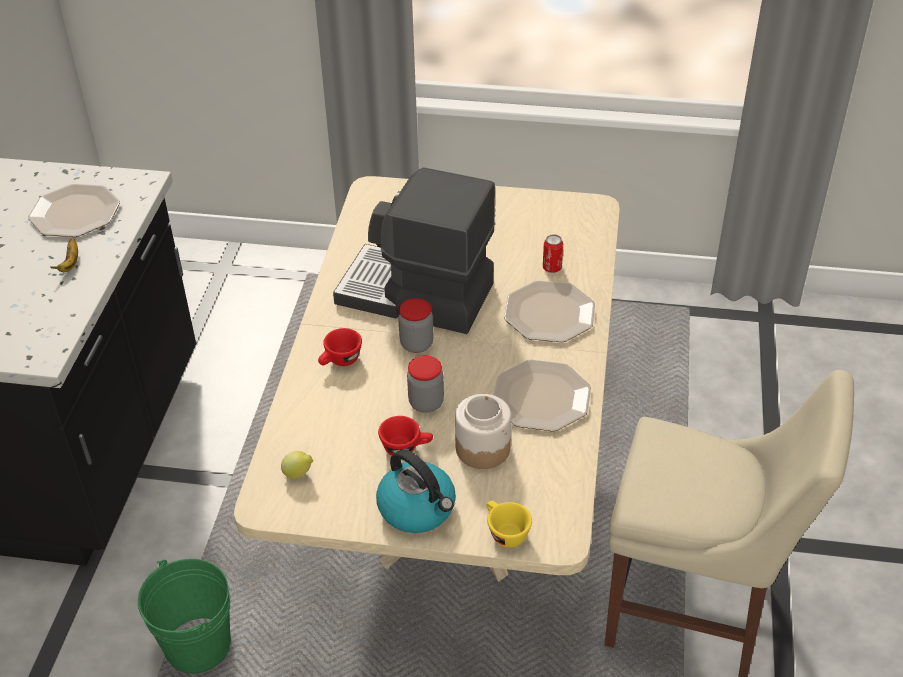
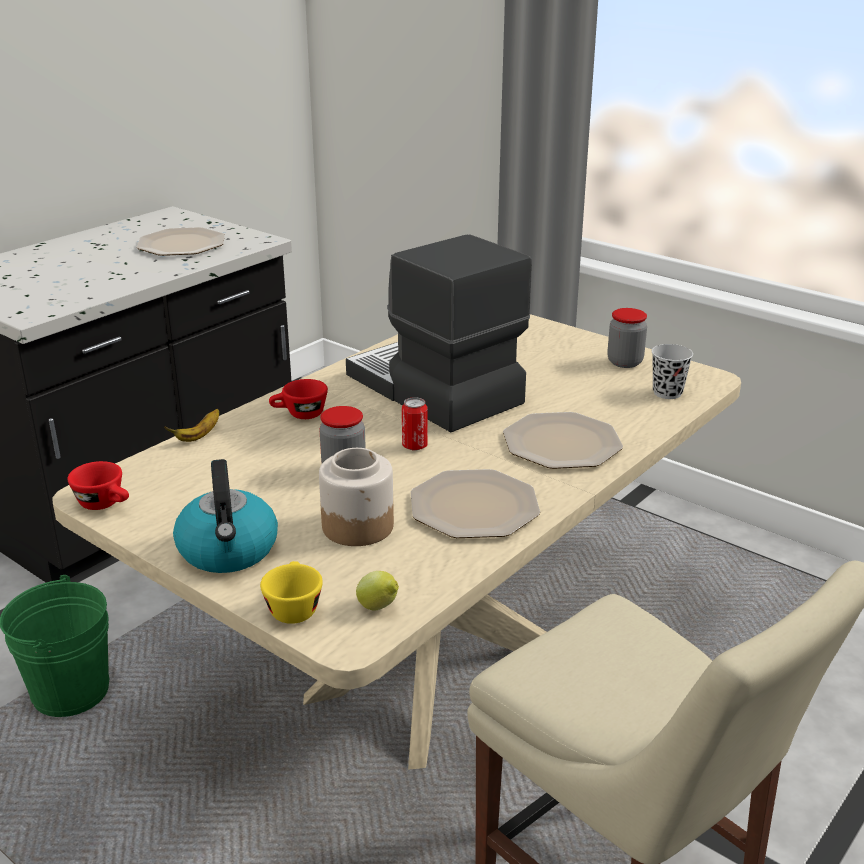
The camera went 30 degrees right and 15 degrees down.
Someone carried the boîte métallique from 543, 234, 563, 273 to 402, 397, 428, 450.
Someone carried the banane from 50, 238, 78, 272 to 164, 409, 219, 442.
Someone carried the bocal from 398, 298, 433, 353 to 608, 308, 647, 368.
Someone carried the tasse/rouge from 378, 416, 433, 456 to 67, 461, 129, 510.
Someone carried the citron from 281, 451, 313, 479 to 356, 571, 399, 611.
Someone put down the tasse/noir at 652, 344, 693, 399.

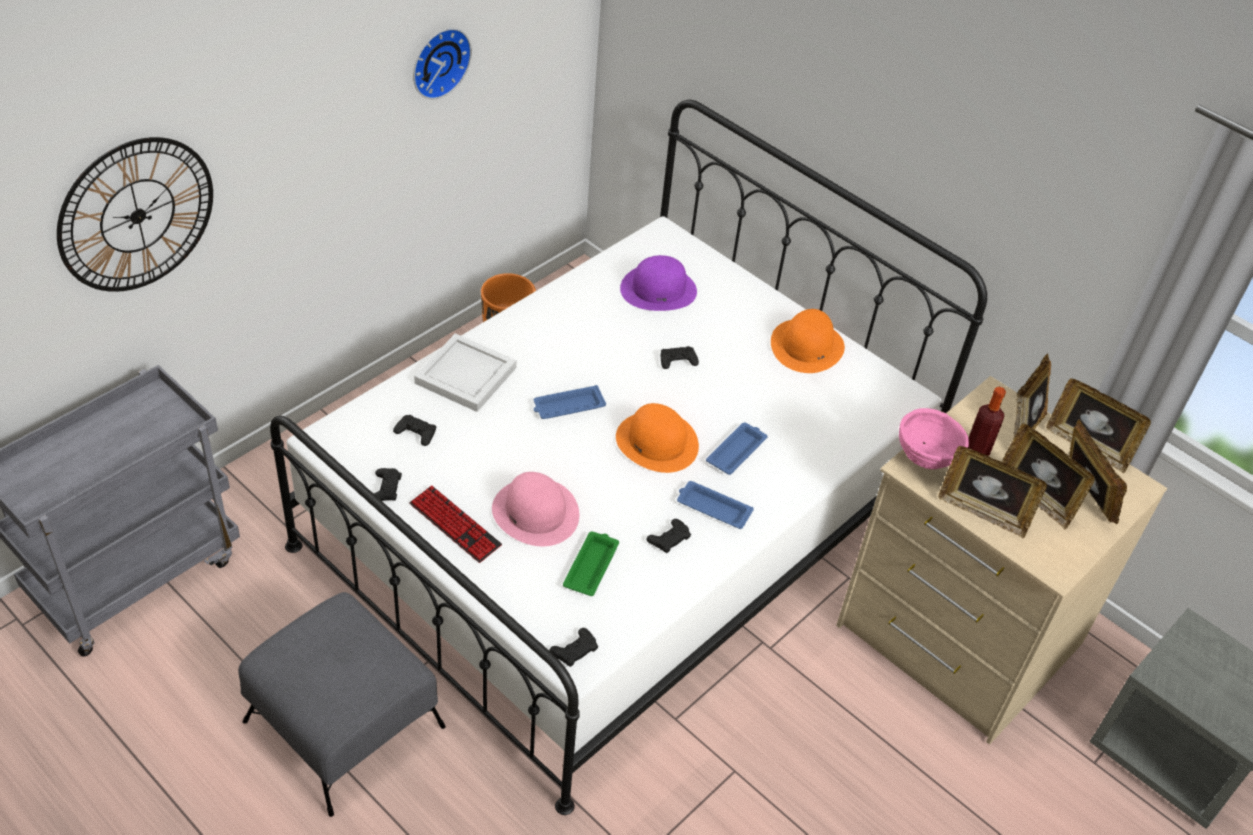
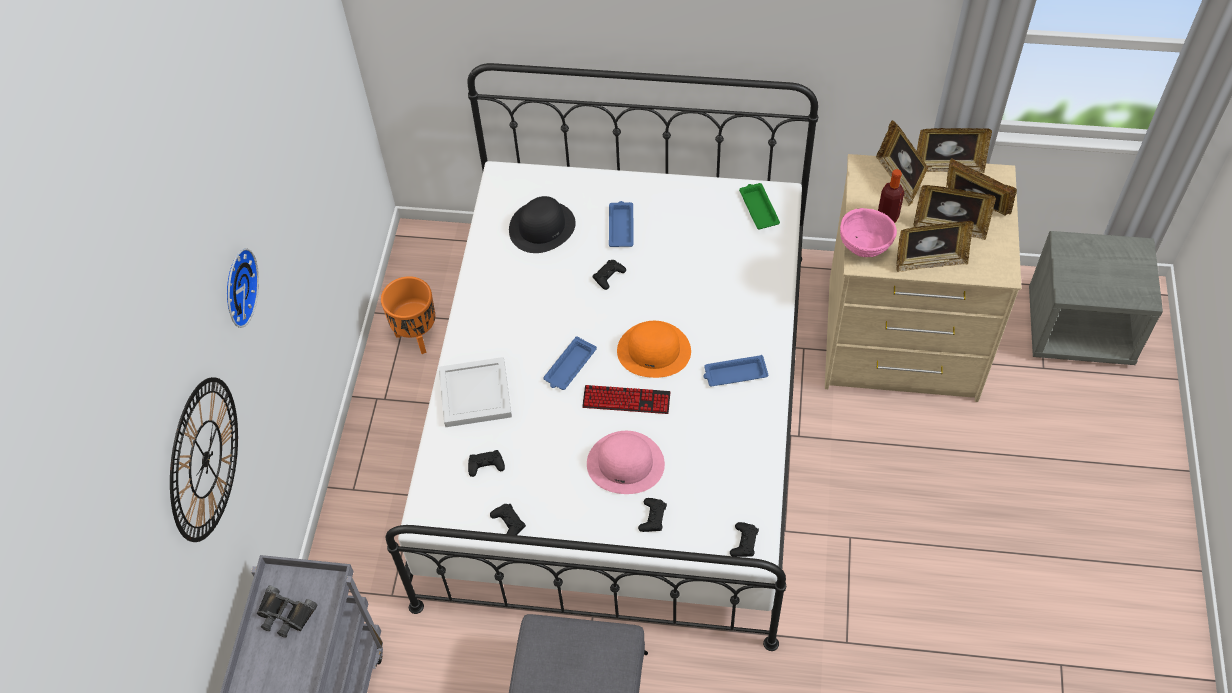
The camera went 30 degrees left and 10 degrees up.
Someone carried the horloge murale from 413, 28, 472, 99 to 227, 248, 259, 328.
Someone repainted the chapeau/violet at 620, 255, 697, 311, which became the chapeau/noir at 509, 196, 576, 253.
Someone took away the chapeau/orange at 771, 309, 845, 373.
Someone carried the plateau/bleu from 706, 422, 768, 475 to 609, 201, 633, 247.
Someone carried the clavier from 409, 485, 502, 563 to 582, 385, 670, 414.
Someone carried the manette/noir from 646, 519, 691, 553 to 638, 498, 667, 532.
Someone carried the plateau/vert from 563, 531, 619, 596 to 739, 183, 780, 229.
Someone put down the jumelles/noir at 257, 586, 318, 638.

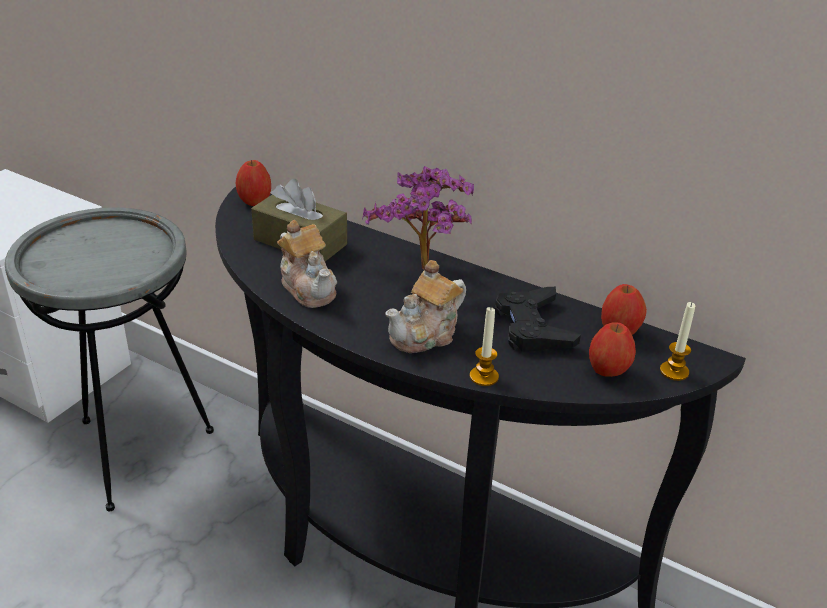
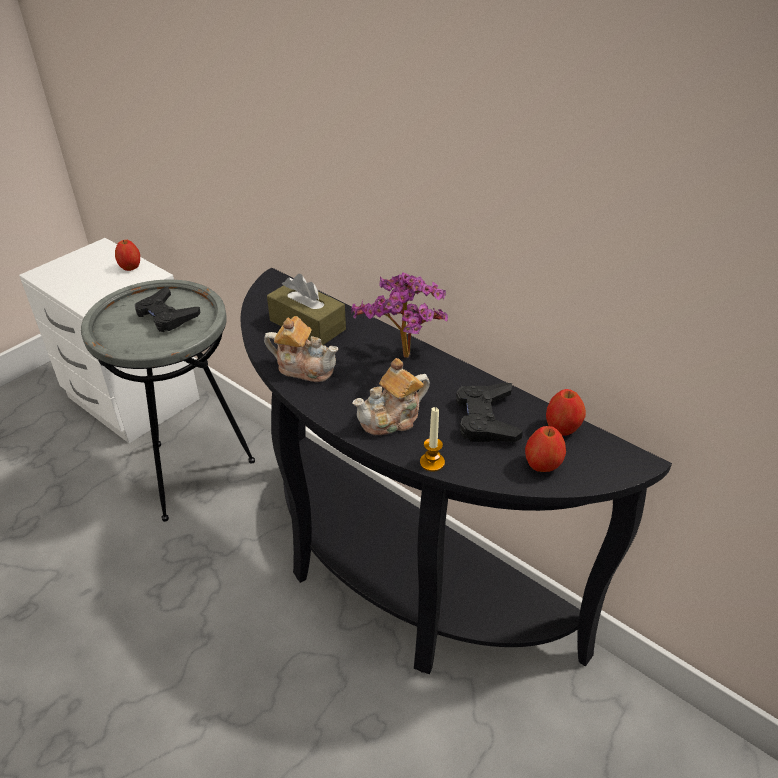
The camera went 10 degrees right and 5 degrees up.
Someone carried the pomme from 236, 160, 271, 206 to 115, 240, 140, 271.
Someone rotated the théière at 277, 220, 337, 308 by 45 degrees counterclockwise.
Someone took away the bougie at 660, 302, 695, 381.
Someone put down the manette/noir at 135, 286, 201, 332.

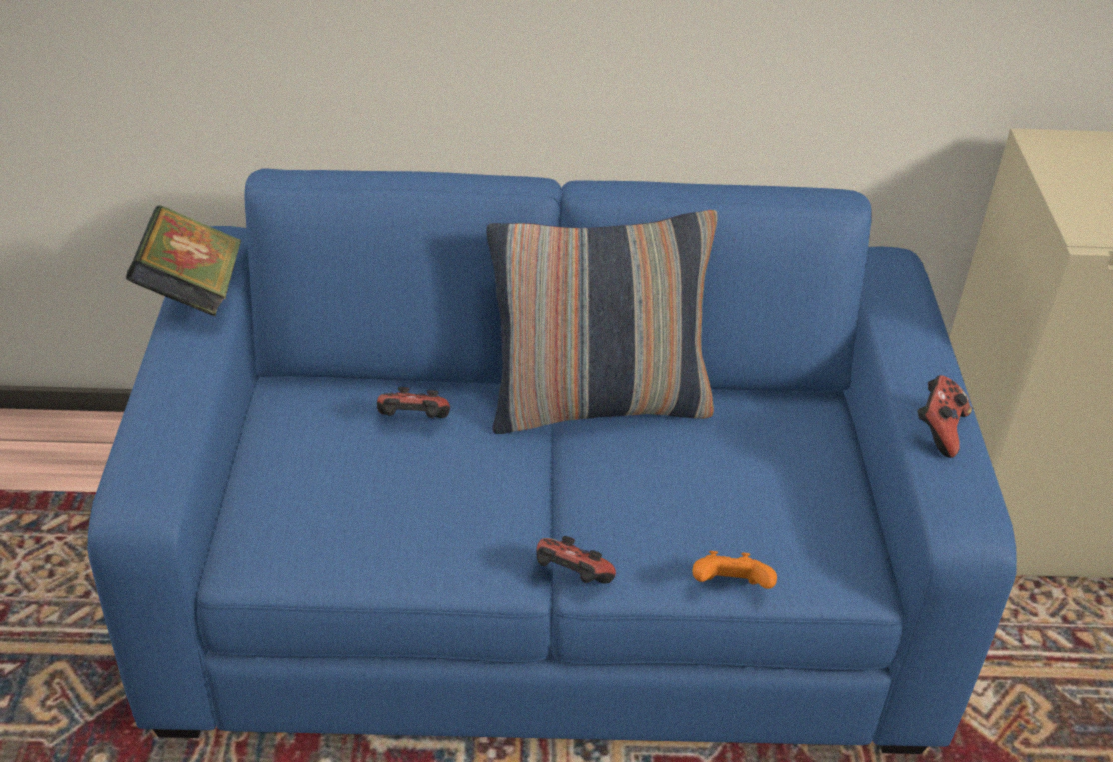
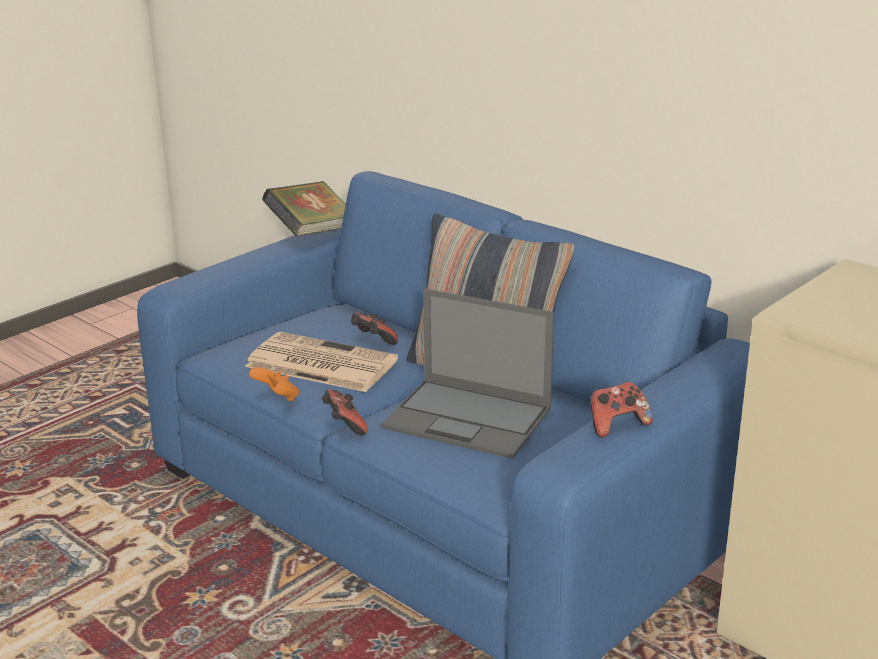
The camera went 45 degrees right and 15 degrees down.
Someone carried the manette/orange from 692, 551, 777, 589 to 249, 367, 299, 402.
Someone put down the ordinateur portable at 381, 289, 554, 459.
Someone put down the journal at 245, 332, 398, 392.

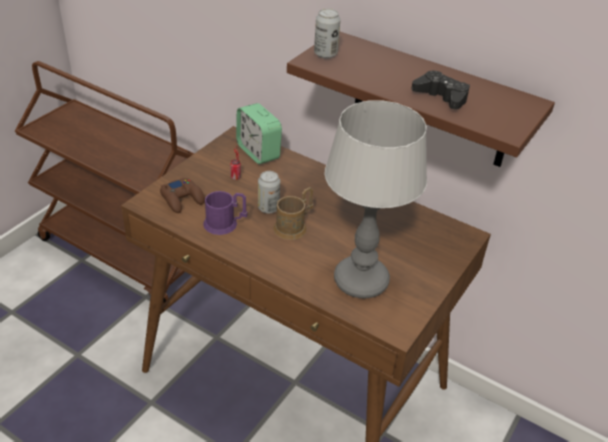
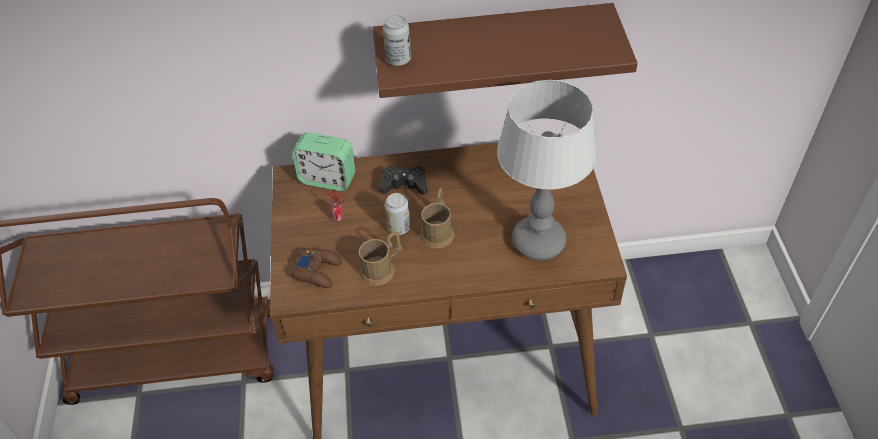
The camera went 35 degrees left and 10 degrees up.
Someone carried the manette/noir from 411, 71, 470, 110 to 379, 166, 428, 195.
Someone repainted the mug/violet at 203, 191, 247, 235, which became the mug/marron at 359, 232, 402, 286.

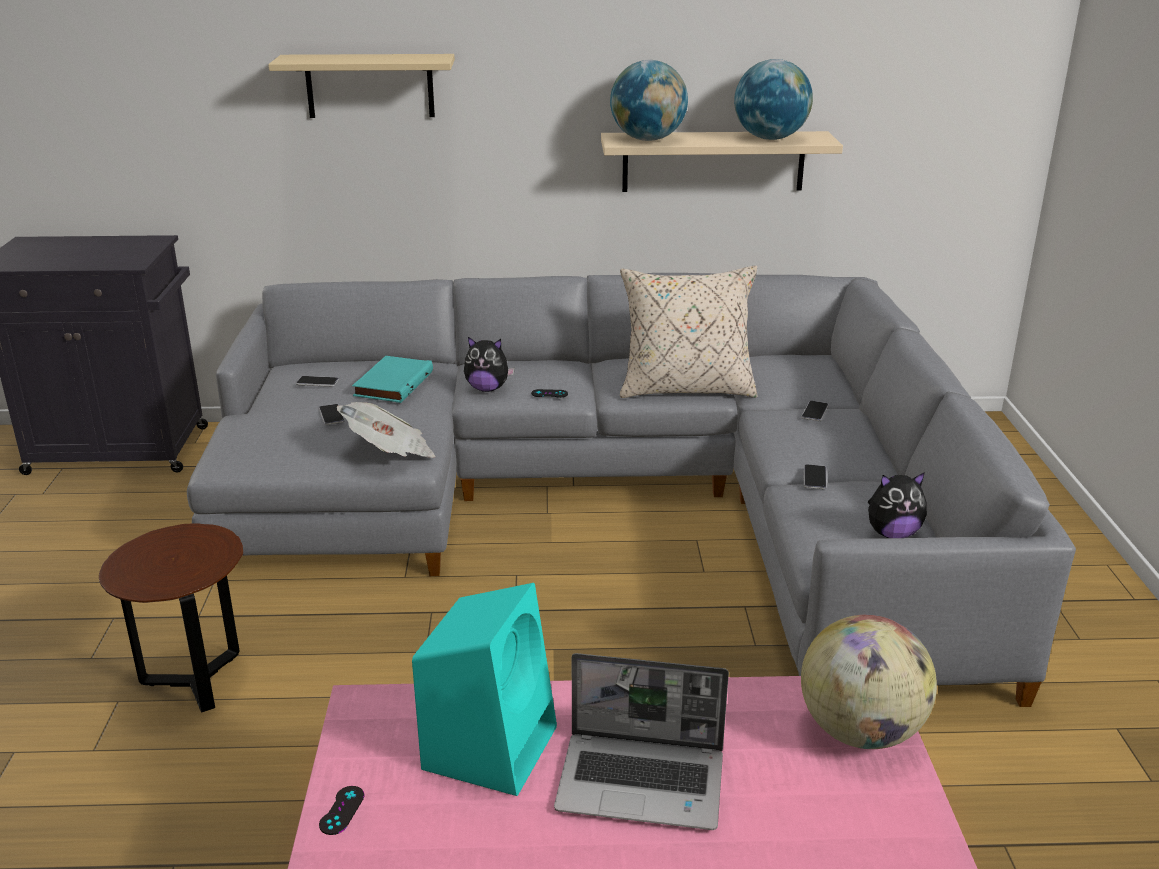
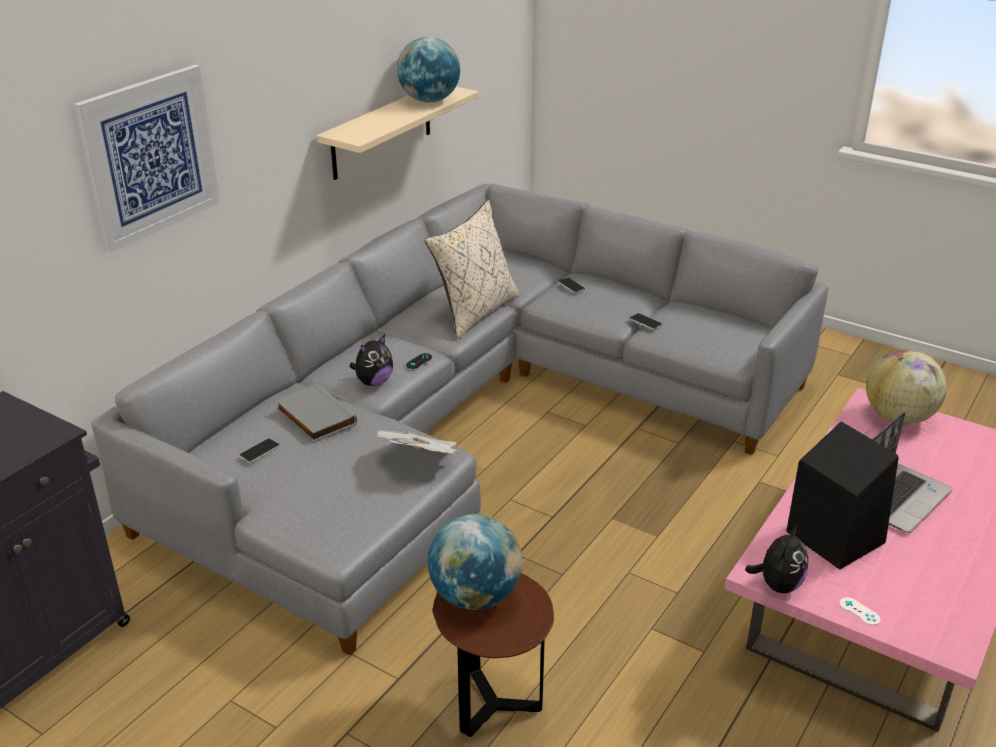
The camera went 55 degrees left and 5 degrees up.
Someone swapped the étagère/beige at 268, 54, 455, 118 for the tableau at 73, 65, 220, 253.
Someone carried the globe from 610, 60, 688, 141 to 428, 514, 522, 610.
Someone repainted the livre/turquoise at 352, 356, 433, 403, which became the livre/gris at 276, 384, 357, 442.
Someone took away the téléphone at 319, 404, 345, 425.
Someone carried the peluche from 868, 472, 927, 538 to 745, 525, 808, 593.
Someone repainted the enceinte/turquoise at 412, 583, 557, 796, which became the enceinte/noir at 786, 422, 899, 569.
Someone repainted the manette/noir at 319, 786, 364, 835, which became the manette/blanc at 840, 597, 881, 626.

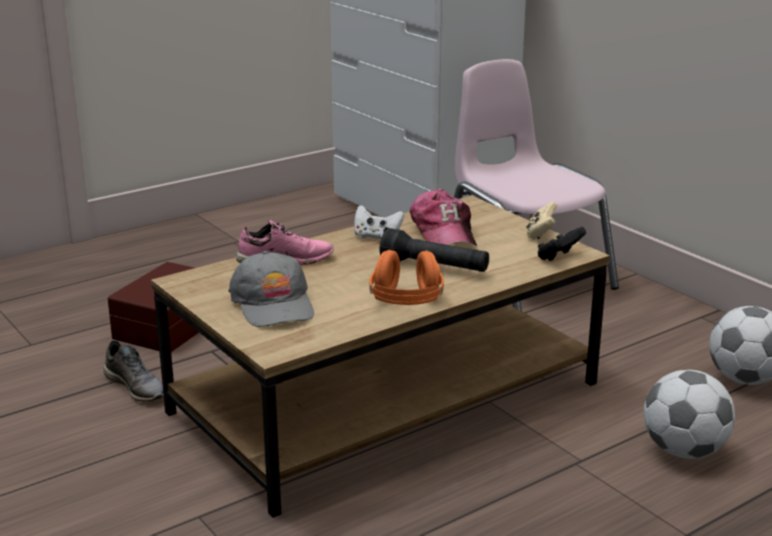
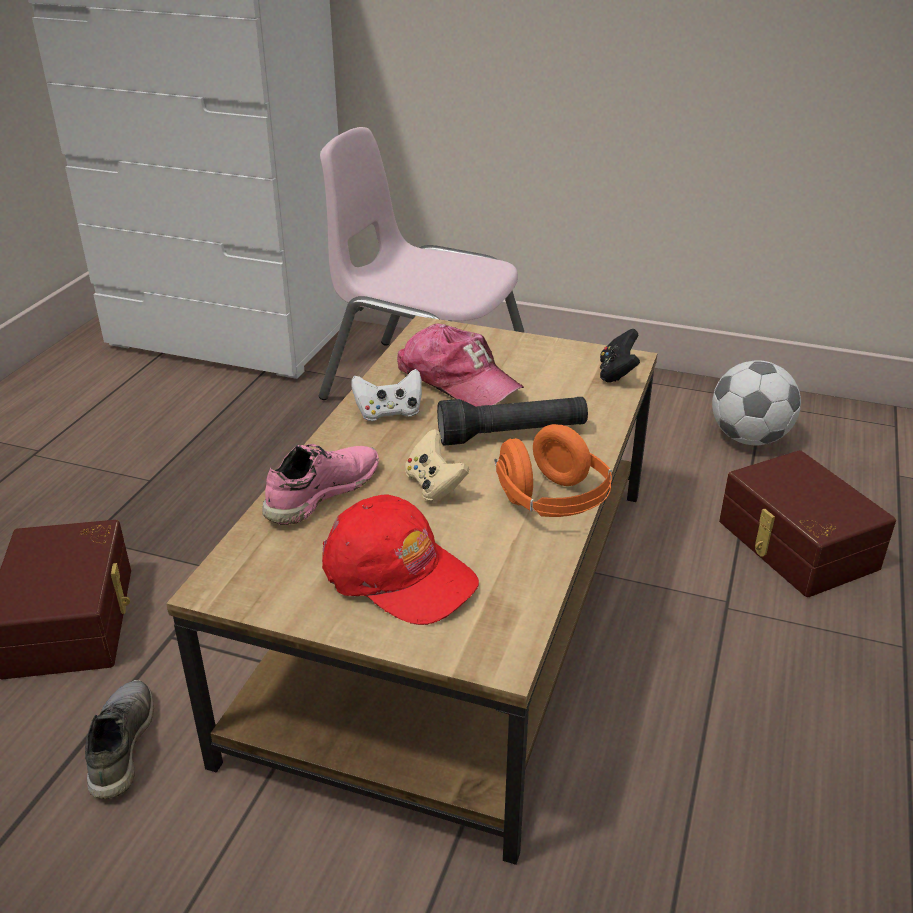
The camera went 35 degrees left and 10 degrees up.
Someone carried the manette/beige from 526, 202, 557, 239 to 405, 429, 469, 502.
Someone repainted the casquette/gris at 228, 251, 314, 327, which became the casquette/rouge at 322, 495, 479, 625.
Someone rotated the chaussure/gris at 103, 340, 164, 402 by 105 degrees counterclockwise.
Someone swapped the ballon de foot at 644, 370, 735, 459 for the boîte de rangement/marron at 719, 450, 896, 597.

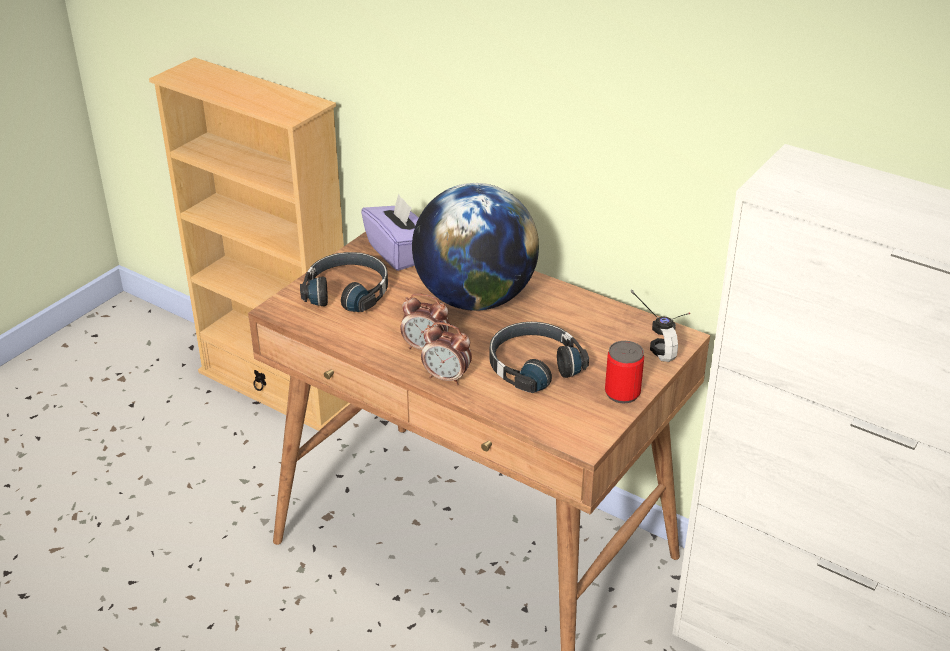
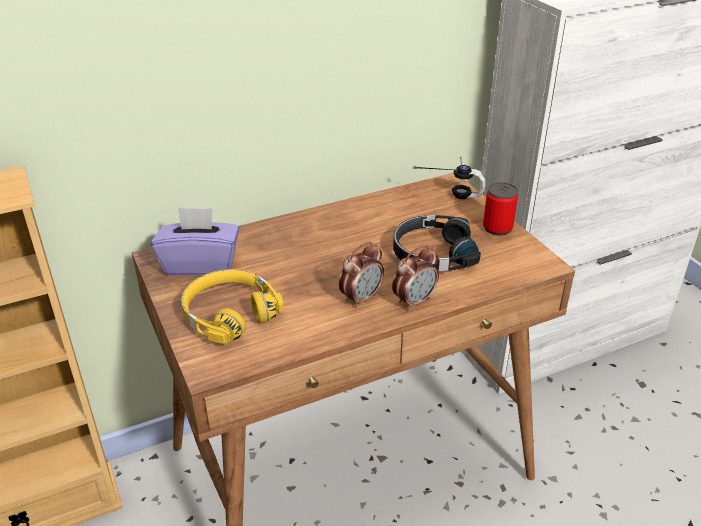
The camera went 60 degrees left and 0 degrees up.
Someone took away the globe at 412, 183, 539, 311.
Someone repainted the casque audio/noir at 300, 252, 388, 312, which became the casque audio/jaune at 181, 269, 284, 344.

